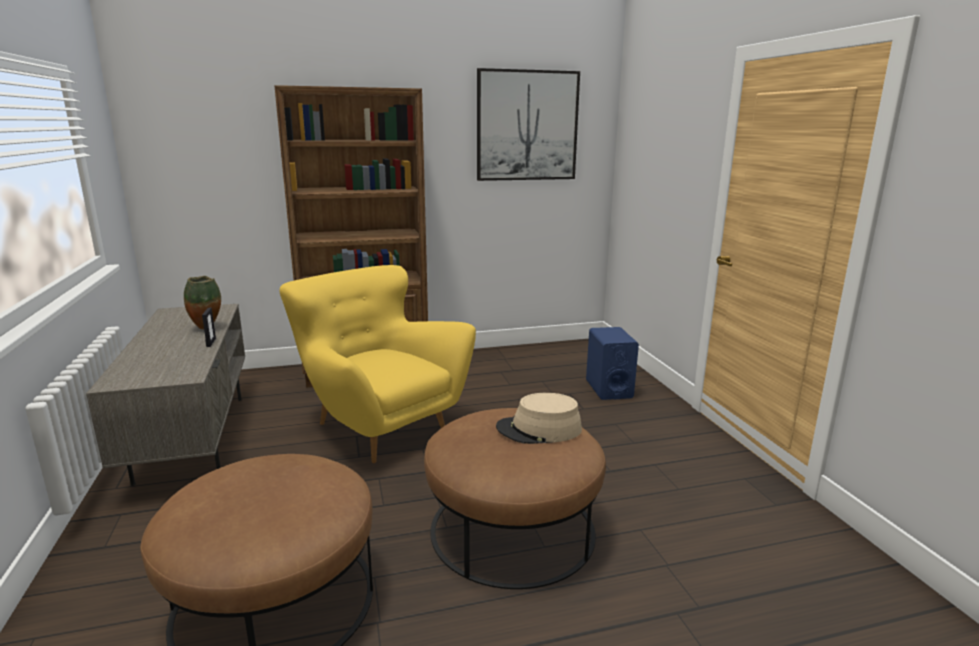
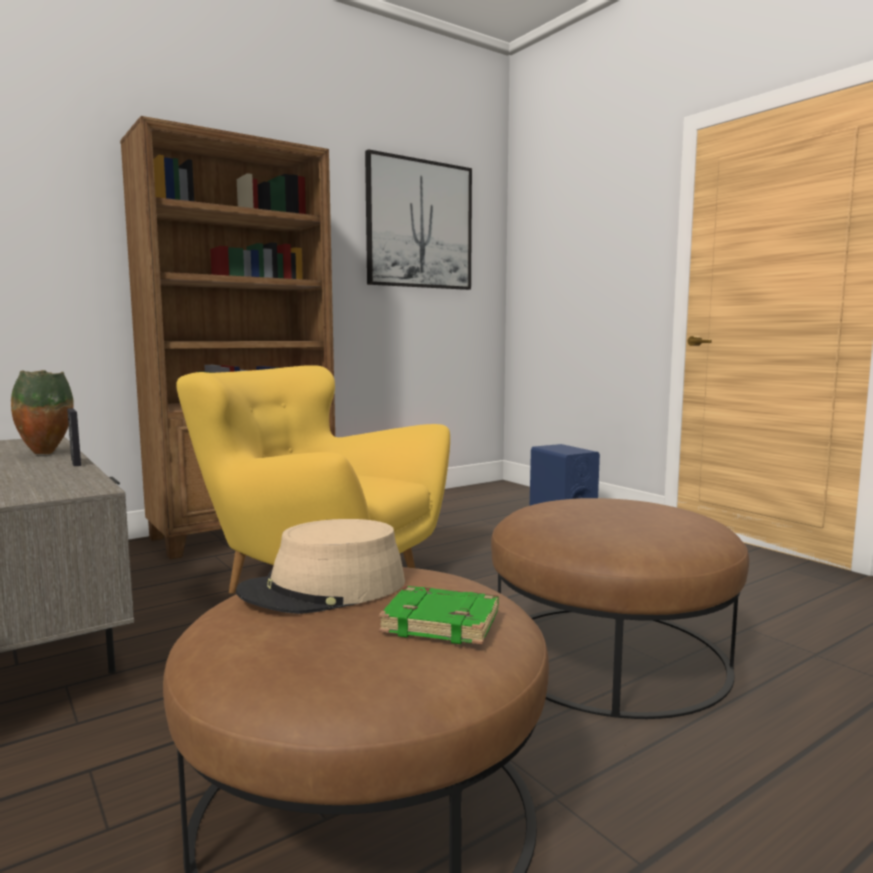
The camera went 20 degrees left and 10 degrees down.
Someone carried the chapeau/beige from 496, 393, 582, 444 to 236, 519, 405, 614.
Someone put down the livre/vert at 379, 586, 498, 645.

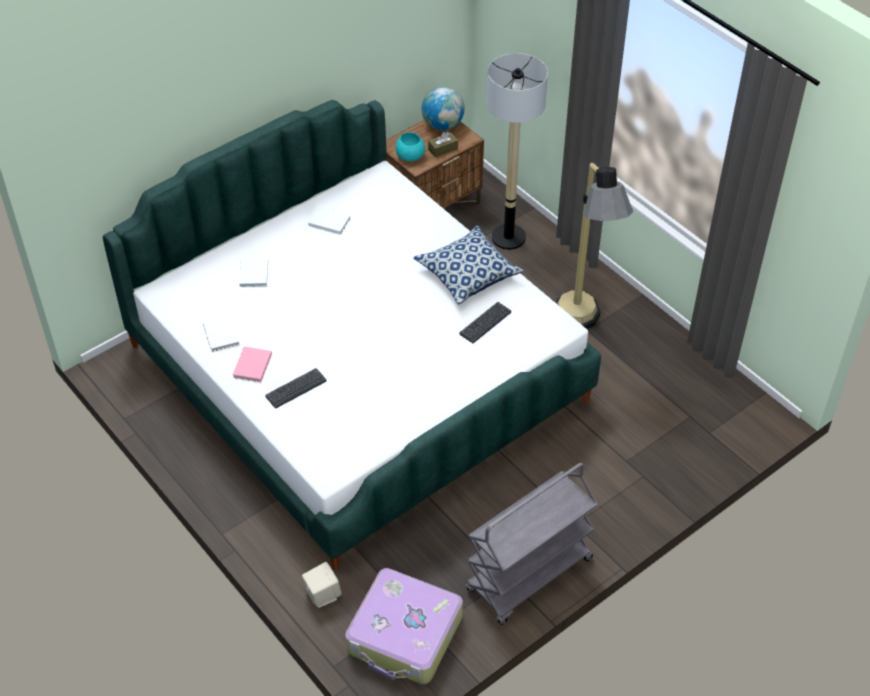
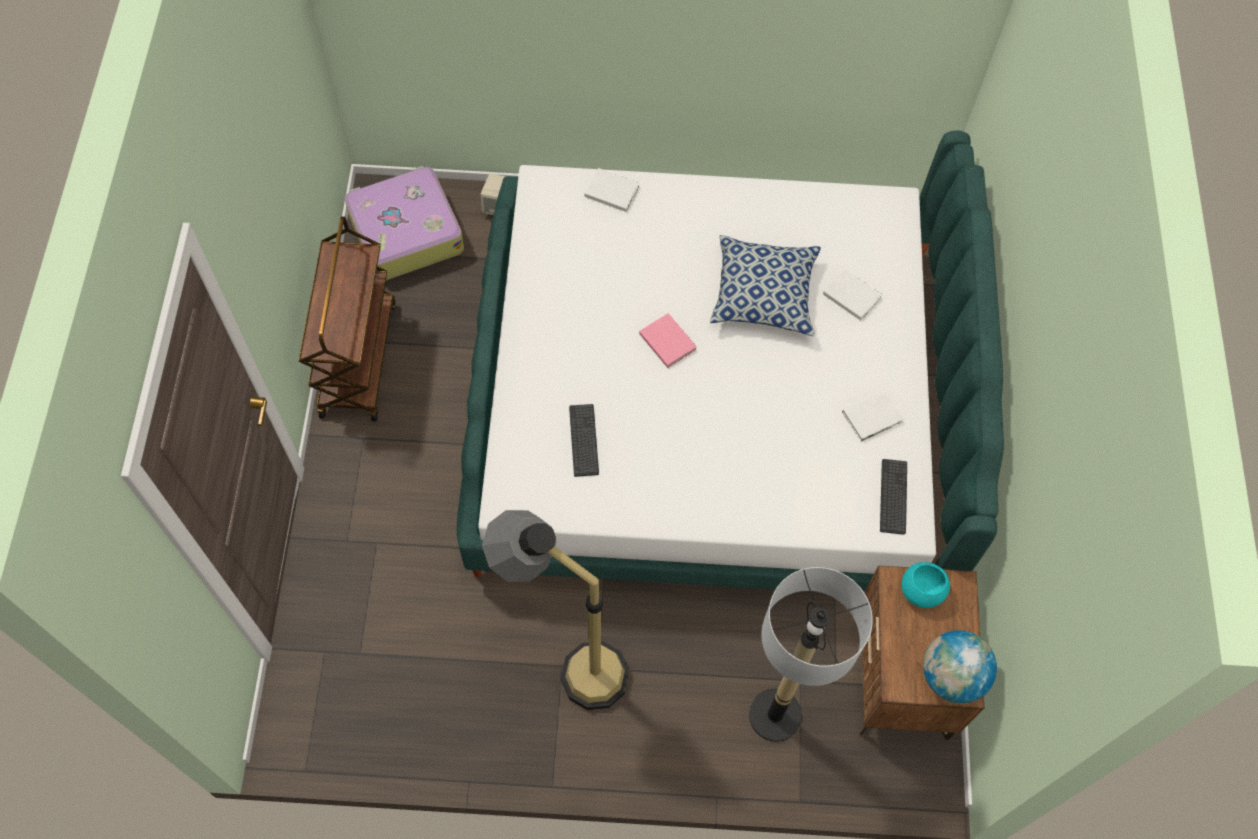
The camera went 130 degrees right and 15 degrees up.
Someone took away the boîte à mouchoirs/marron at 428, 132, 458, 157.
Someone carried the coussin from 413, 226, 524, 304 to 710, 235, 821, 336.
Someone carried the livre/blanc from 203, 316, 239, 352 to 585, 168, 640, 212.
Someone carried the livre/rose from 233, 346, 272, 382 to 639, 313, 697, 368.
Someone carried the clavier from 265, 368, 326, 408 to 880, 459, 907, 535.
Someone repainted the chariot/gris at 466, 463, 598, 625, which became the chariot/marron at 299, 216, 395, 422.

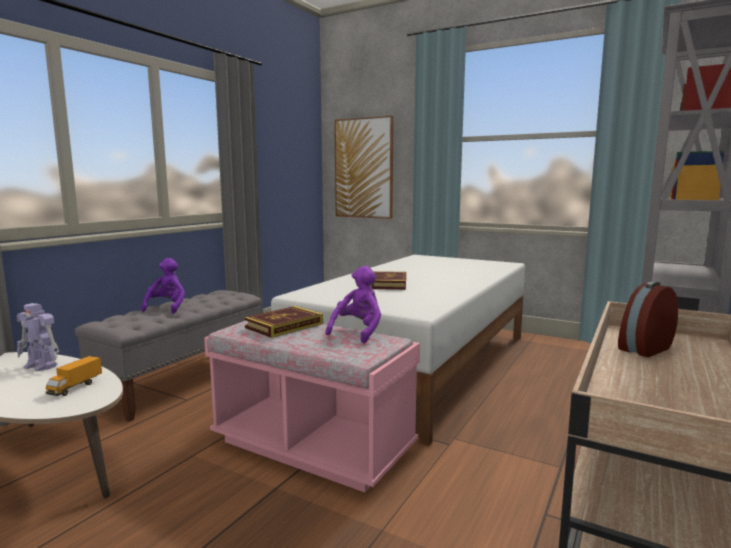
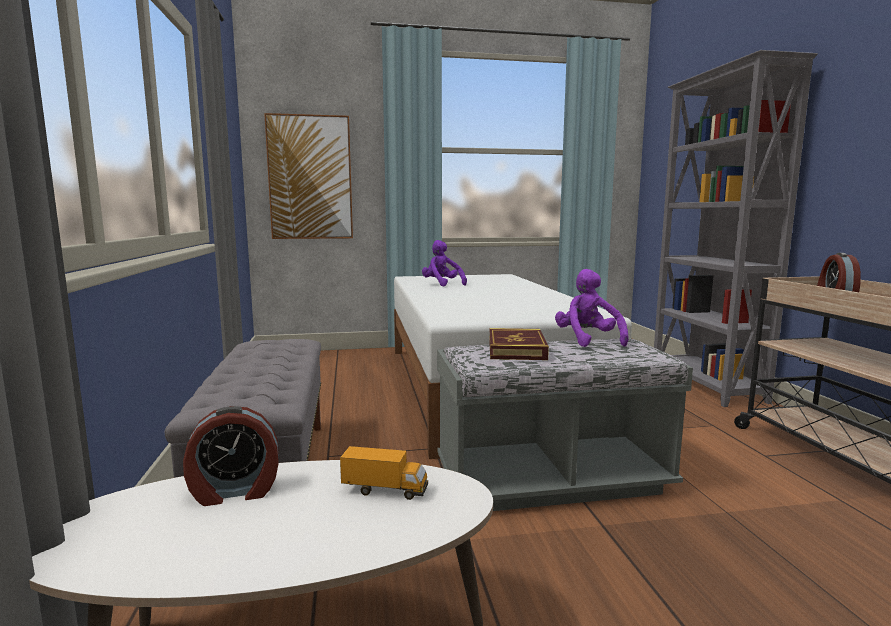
The camera went 40 degrees left and 0 degrees up.
Someone carried the peluche/violet from 141, 258, 185, 314 to 422, 240, 467, 286.
Someone took away the livre at 372, 271, 406, 290.
Someone swapped the robot jouet at 17, 303, 59, 371 for the réveil at 183, 406, 279, 506.
Someone repainted the banc/rose at 204, 321, 420, 492, which became the banc/gris at 437, 338, 693, 511.
Someone rotated the camion jouet at 45, 356, 102, 396 by 60 degrees counterclockwise.

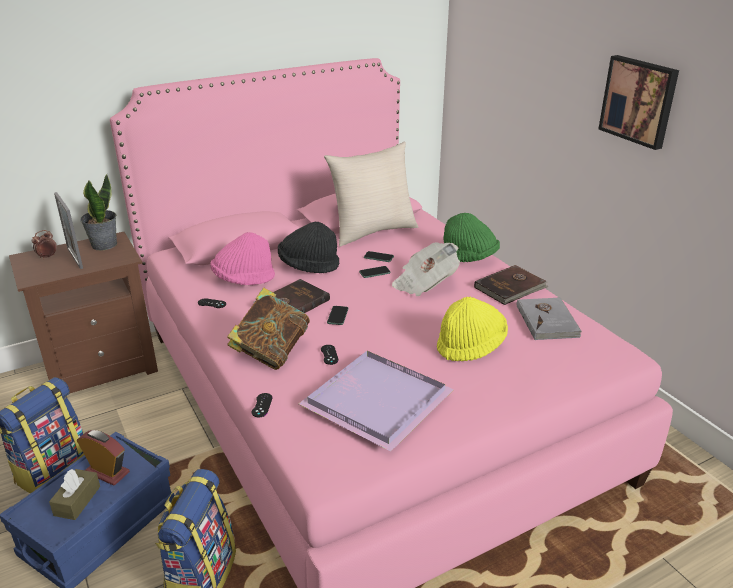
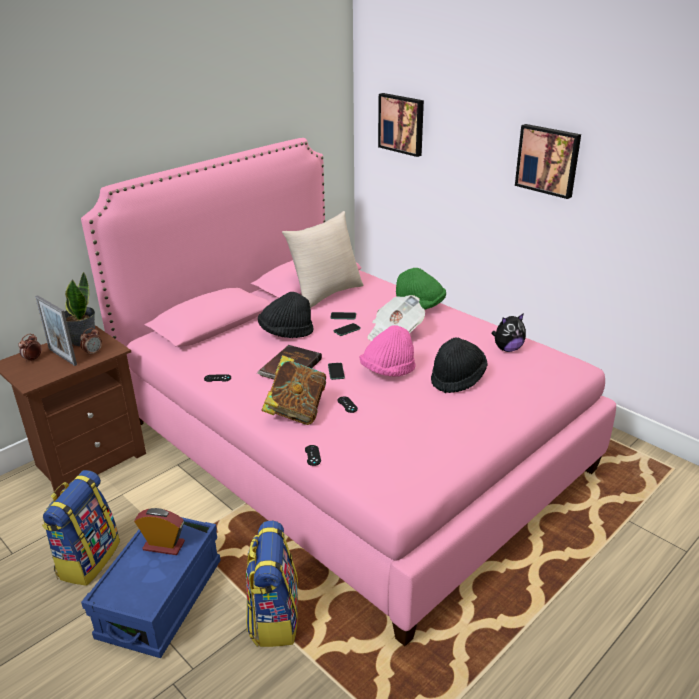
The camera went 15 degrees left and 0 degrees up.
Someone carried the chapeau/rose from 210, 232, 275, 285 to 360, 325, 416, 377.
Someone took away the livre/marron at 474, 265, 549, 305.
Someone repainted the chapeau/jaune at 437, 297, 508, 361, which became the chapeau/noir at 431, 337, 488, 393.
Someone swapped the livre/gris at 516, 297, 582, 340 for the peluche at 491, 313, 526, 352.
Someone took away the plateau/violet at 299, 351, 454, 452.
Someone took away the boîte à mouchoirs/marron at 49, 469, 100, 520.
Someone put up the tableau at 378, 93, 424, 157.
Someone put down the réveil at 80, 328, 102, 357.

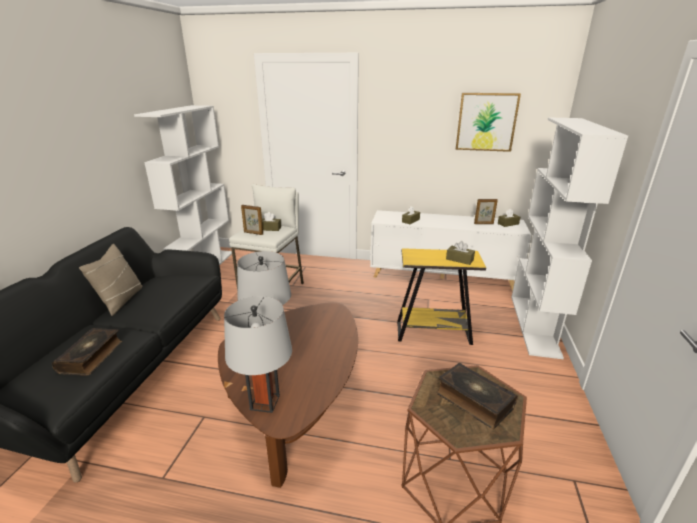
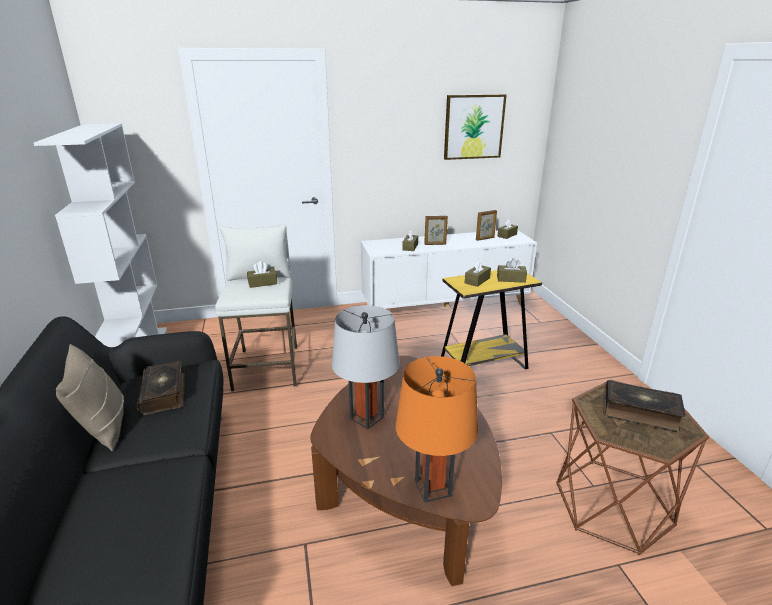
The camera went 25 degrees left and 0 degrees up.
Someone took away the bibliothèque/blanc at 511, 117, 628, 359.
Someone carried the cadre photo from 241, 205, 263, 235 to 424, 216, 448, 245.
Someone repainted the lampe de table/gris at 224, 296, 292, 413, which became the lampe de table/orange at 395, 356, 478, 502.
Someone carried the livre from 52, 328, 122, 376 to 137, 361, 185, 415.
Someone put down the boîte à mouchoirs/marron at 465, 259, 491, 287.

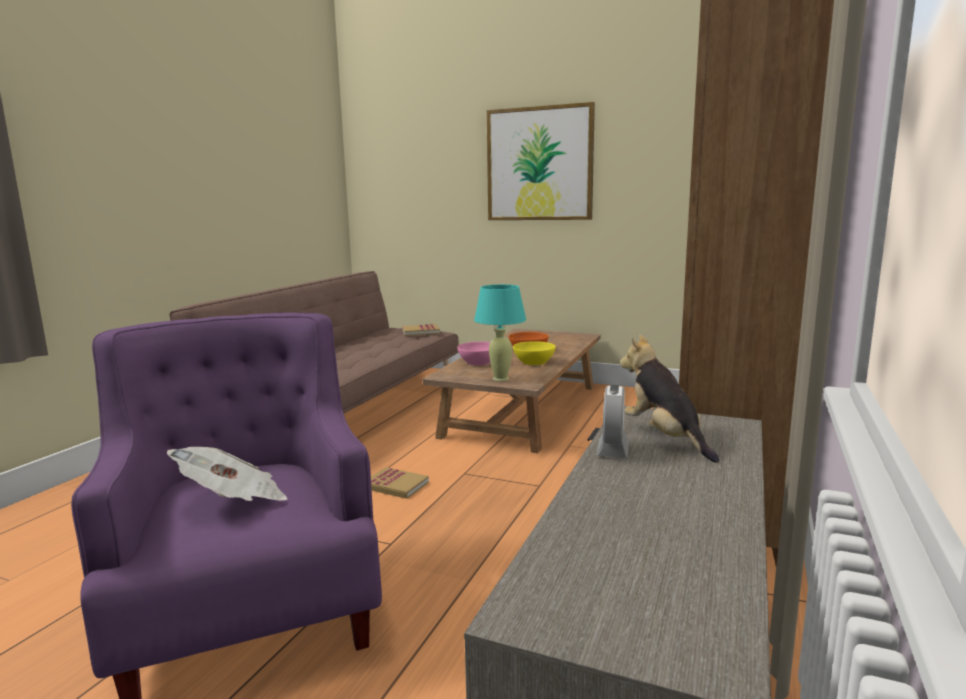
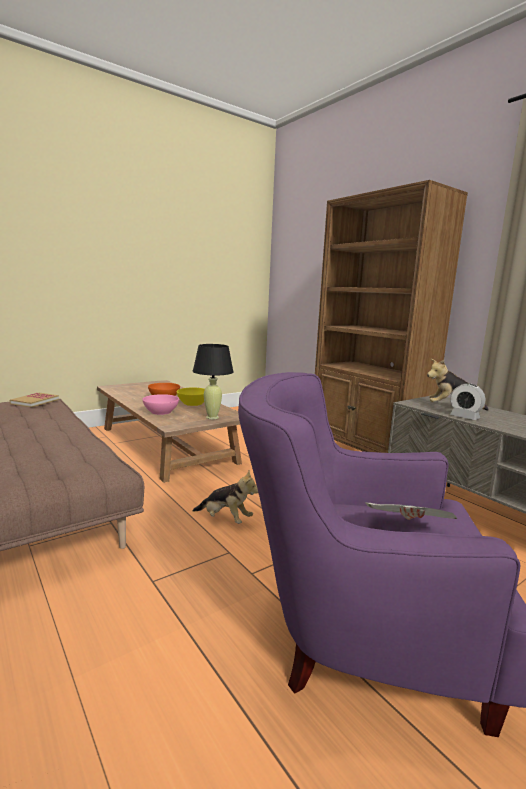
The camera went 60 degrees left and 0 degrees up.
Someone took away the tableau at 487, 102, 595, 220.
Someone repainted the lampe de table/turquoise at 474, 284, 526, 381, which became the lampe de table/noir at 193, 344, 234, 419.
Someone swapped the livre at 371, 467, 429, 499 for the peluche at 193, 471, 258, 524.

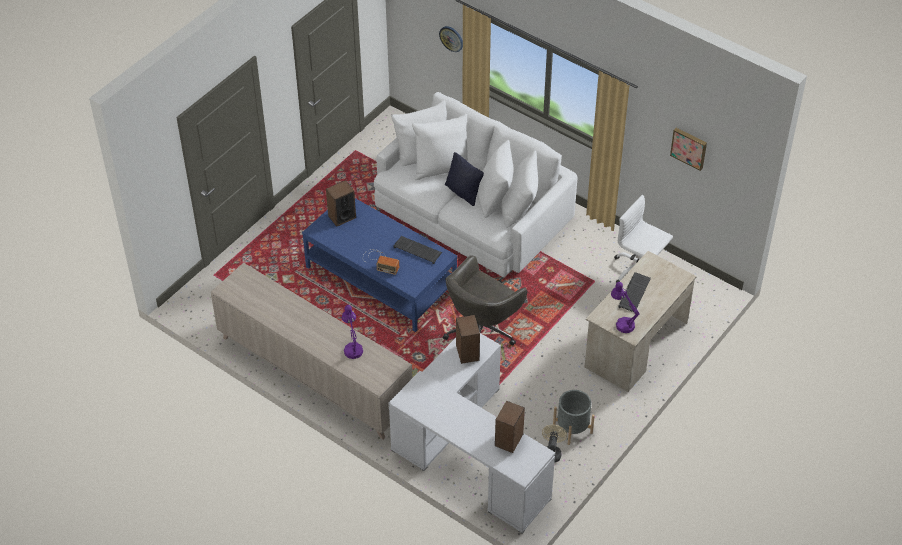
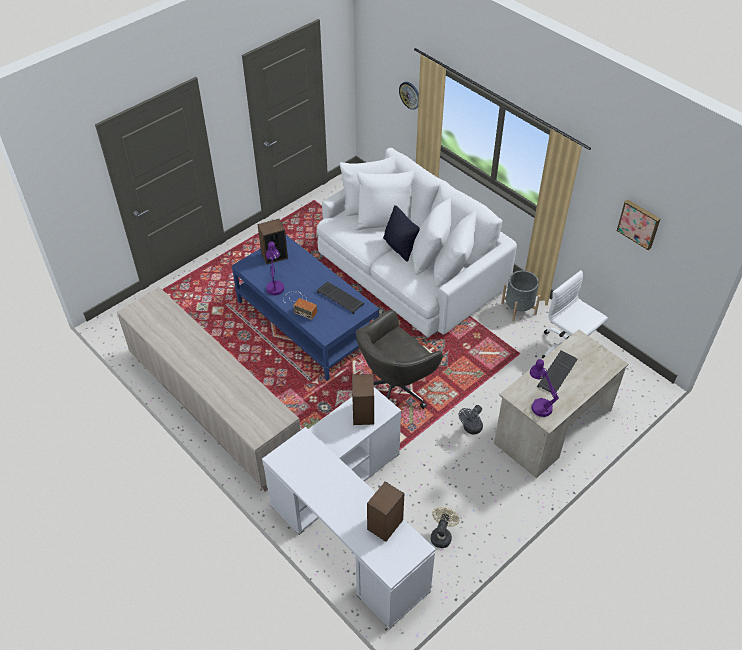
The camera went 10 degrees right and 0 degrees up.
Someone carried the lampe de table/violet from 342, 305, 363, 359 to 266, 241, 284, 295.
Someone carried the cache-pot/gris from 553, 390, 595, 445 to 501, 270, 540, 321.
Someone put down the ventilateur/gris at 459, 405, 483, 435.

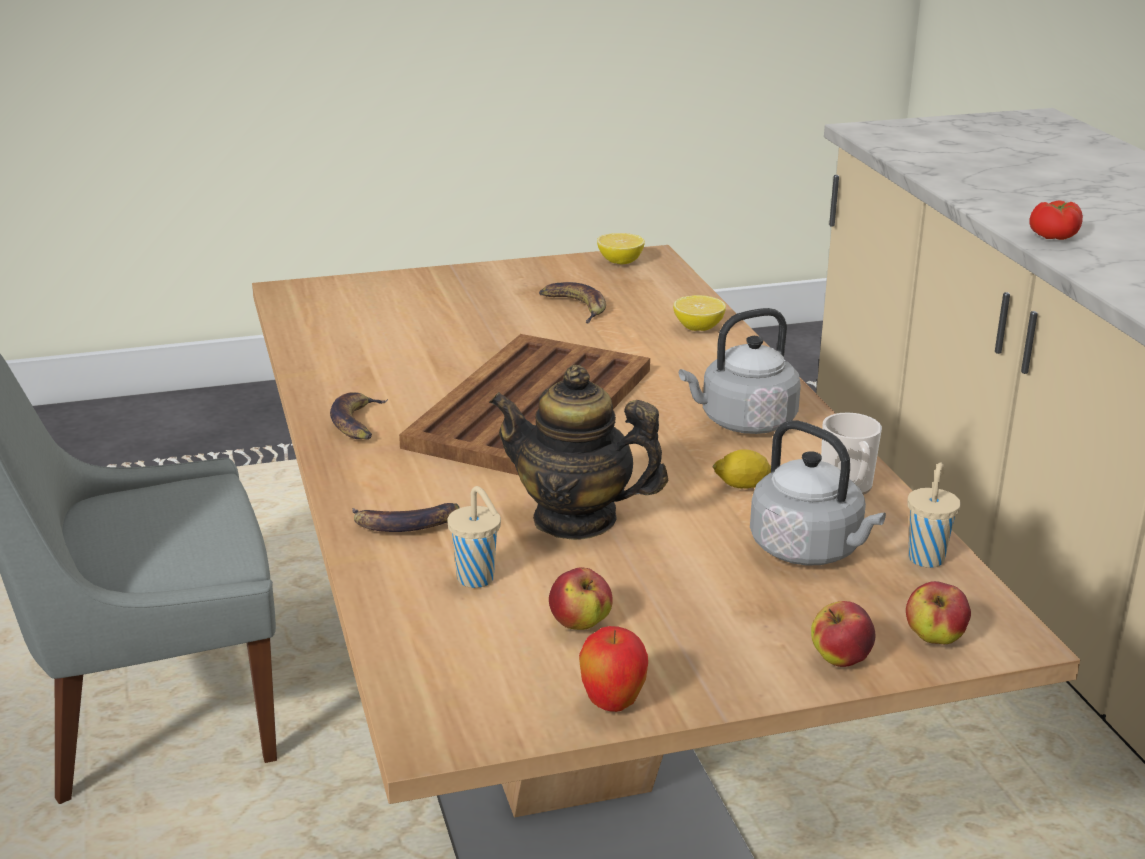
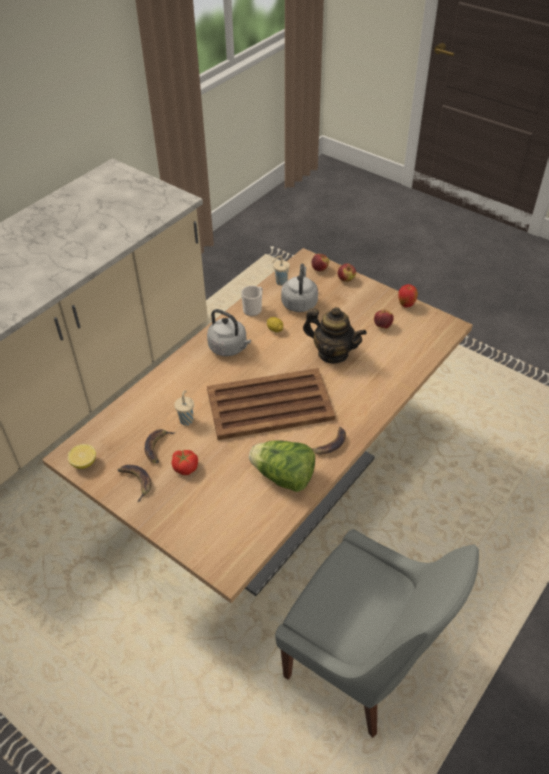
The camera went 125 degrees left and 20 degrees up.
Someone carried the tomate from 1030, 200, 1083, 240 to 172, 450, 198, 475.
Someone took away the citron at 673, 295, 726, 331.
Someone rotated the théière at 489, 365, 668, 540 by 45 degrees counterclockwise.
Someone carried the tasse/beige from 447, 486, 501, 588 to 174, 390, 194, 426.
Someone carried the banane from 352, 503, 460, 532 to 118, 465, 151, 502.
Someone put down the laitue at 249, 440, 315, 492.

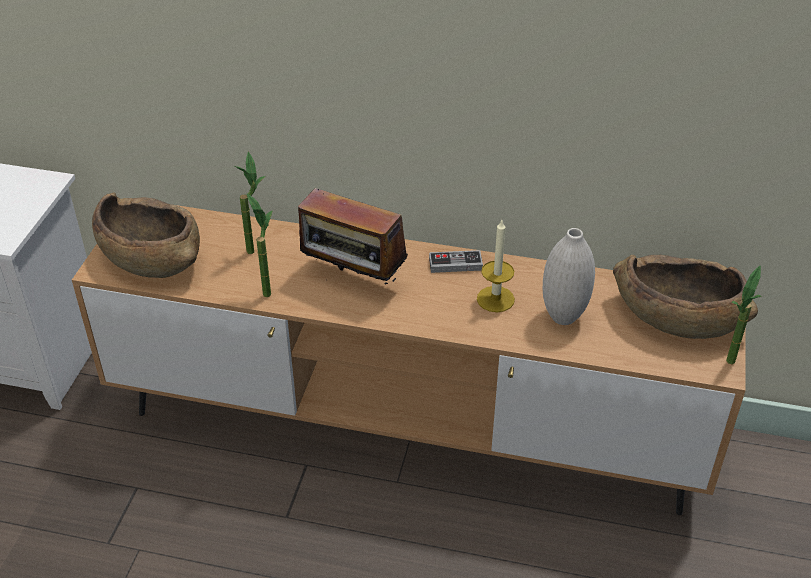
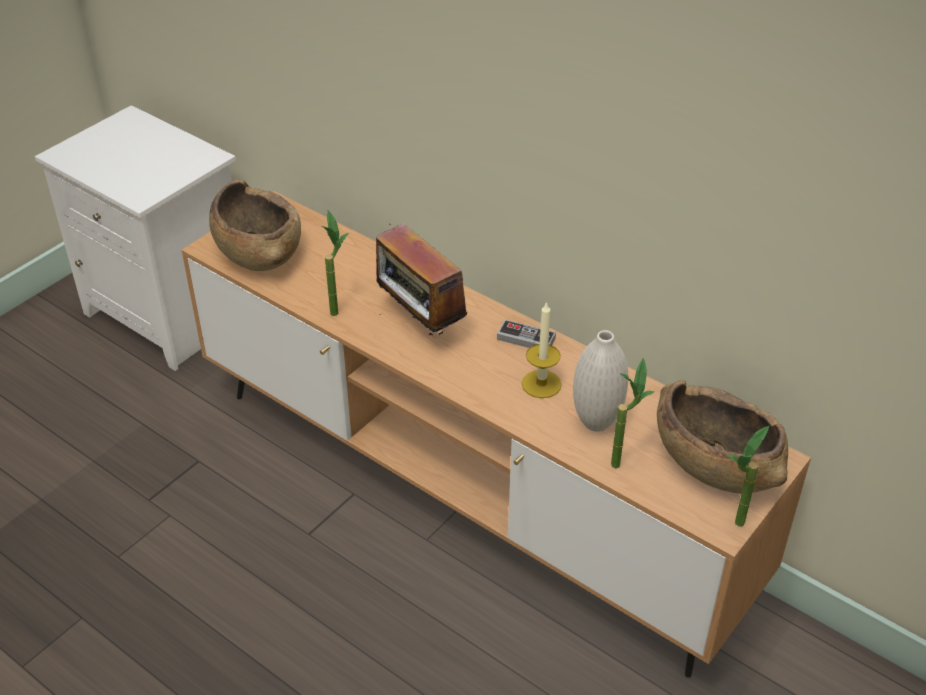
The camera went 25 degrees right and 0 degrees up.
Someone carried the plante en pot from 235, 152, 265, 254 to 611, 358, 655, 468.

